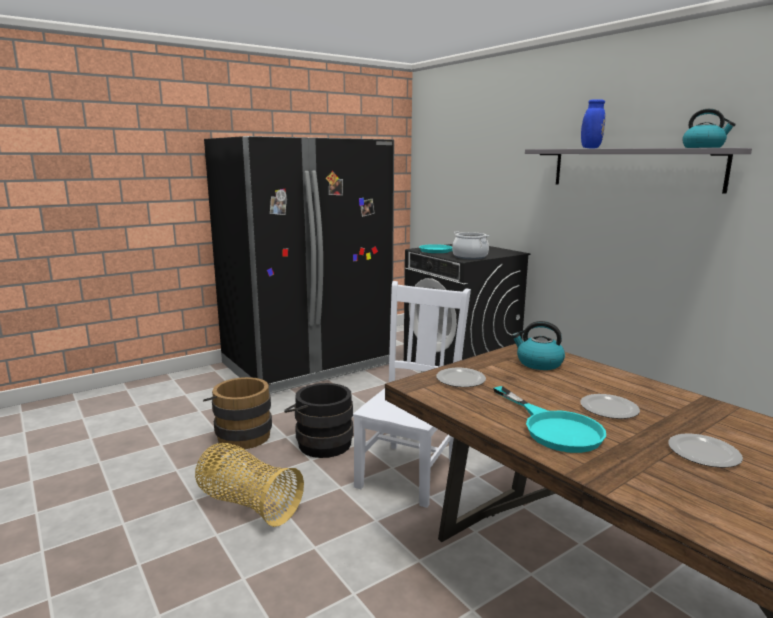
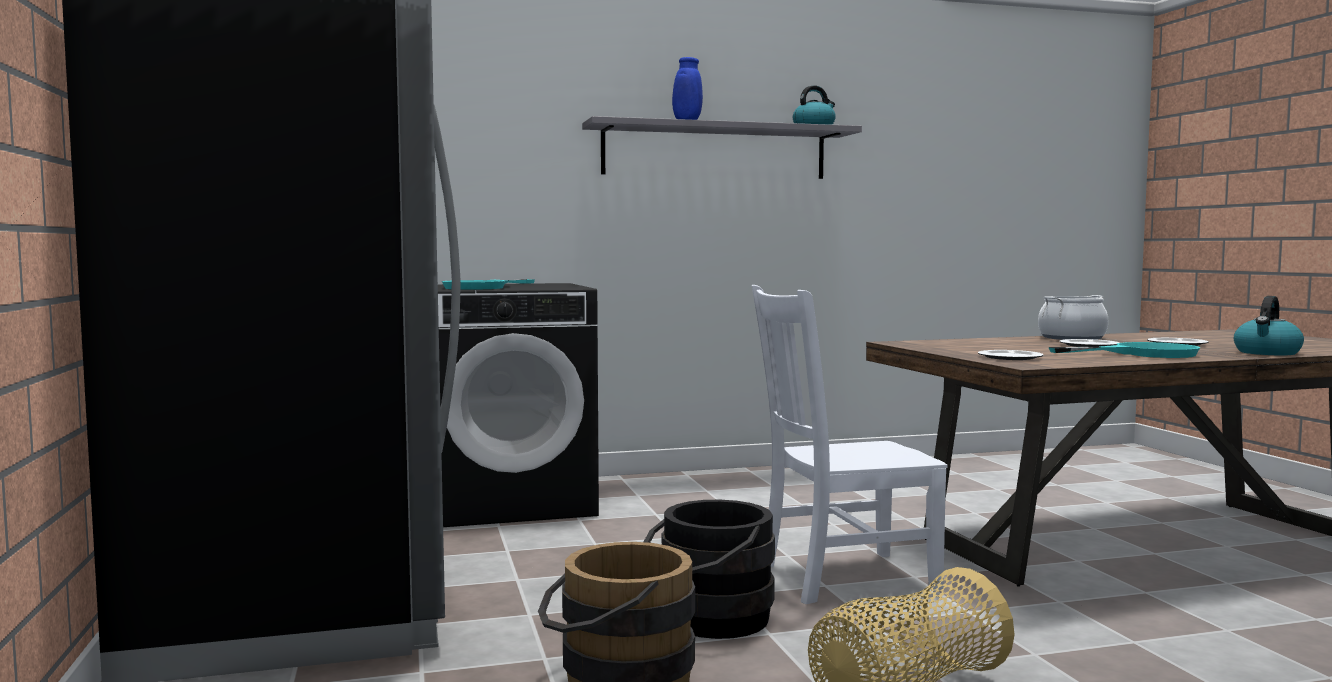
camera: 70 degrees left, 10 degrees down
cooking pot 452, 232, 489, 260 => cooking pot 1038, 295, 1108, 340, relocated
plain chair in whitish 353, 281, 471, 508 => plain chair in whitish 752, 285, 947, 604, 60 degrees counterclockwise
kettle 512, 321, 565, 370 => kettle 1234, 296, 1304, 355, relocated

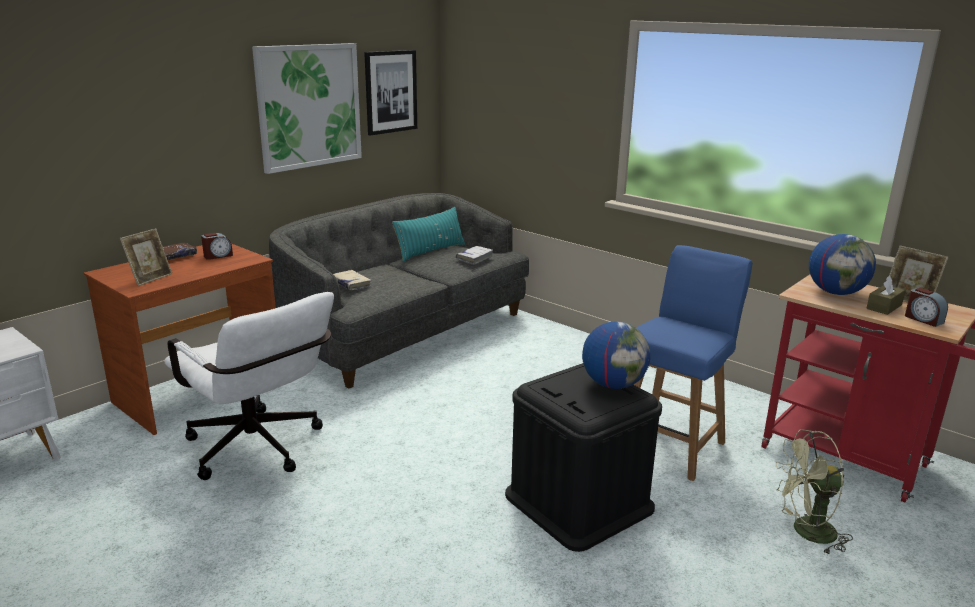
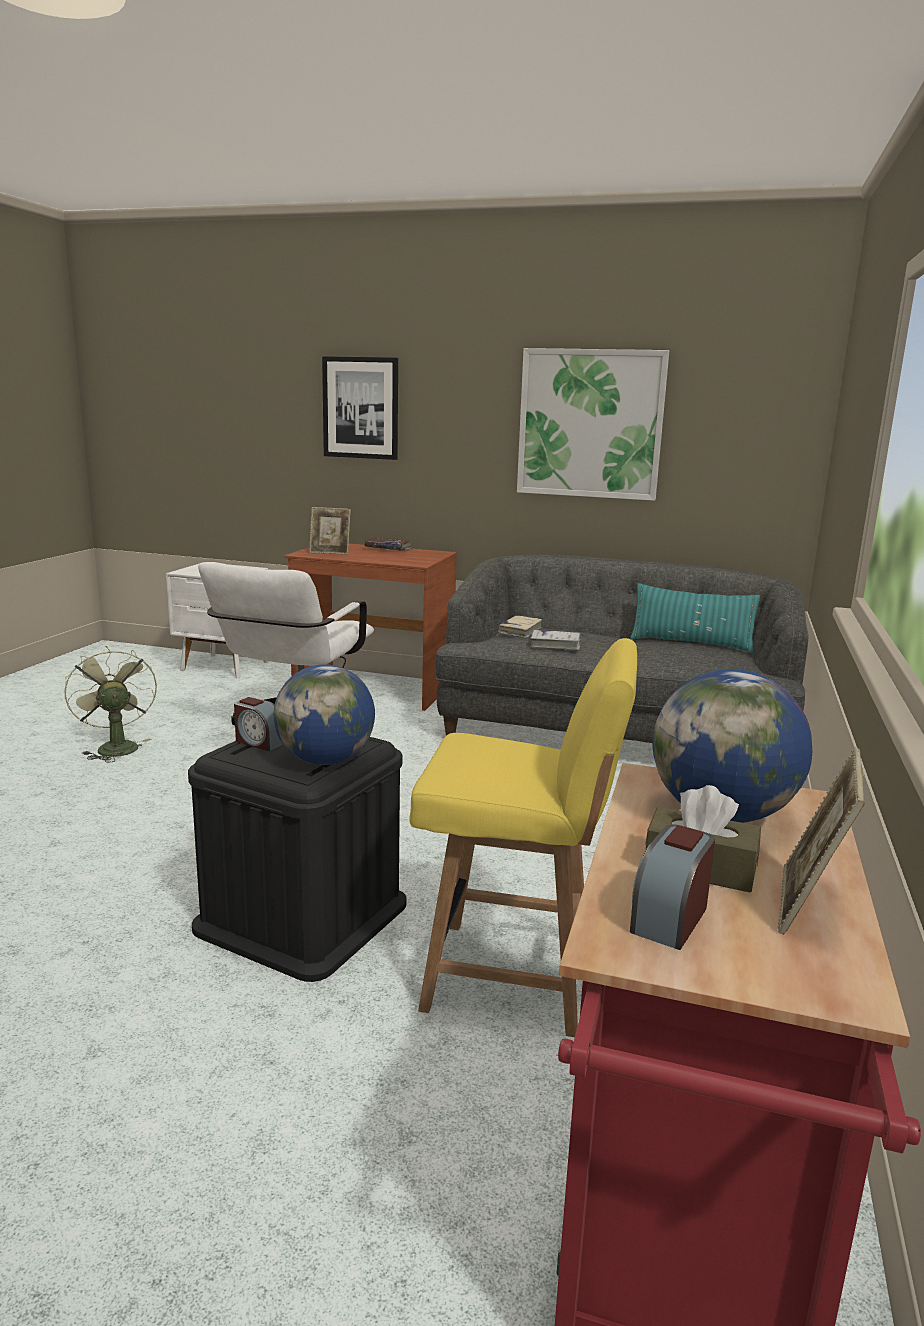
camera: 65 degrees right, 5 degrees down
wall art 364, 50, 417, 136 => wall art 322, 356, 398, 460, relocated
bedside clock 201, 233, 233, 260 => bedside clock 234, 697, 283, 751, relocated
plain chair in bluish 634, 245, 753, 481 => plain chair in yellow 409, 638, 637, 1037
volume in whitish 456, 246, 493, 265 => volume in whitish 530, 630, 581, 650, relocated
electric fan in green 775, 429, 853, 555 => electric fan in green 65, 646, 157, 762, relocated

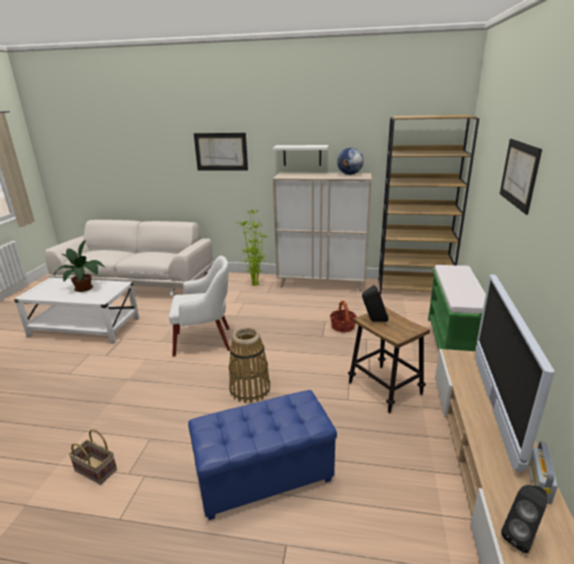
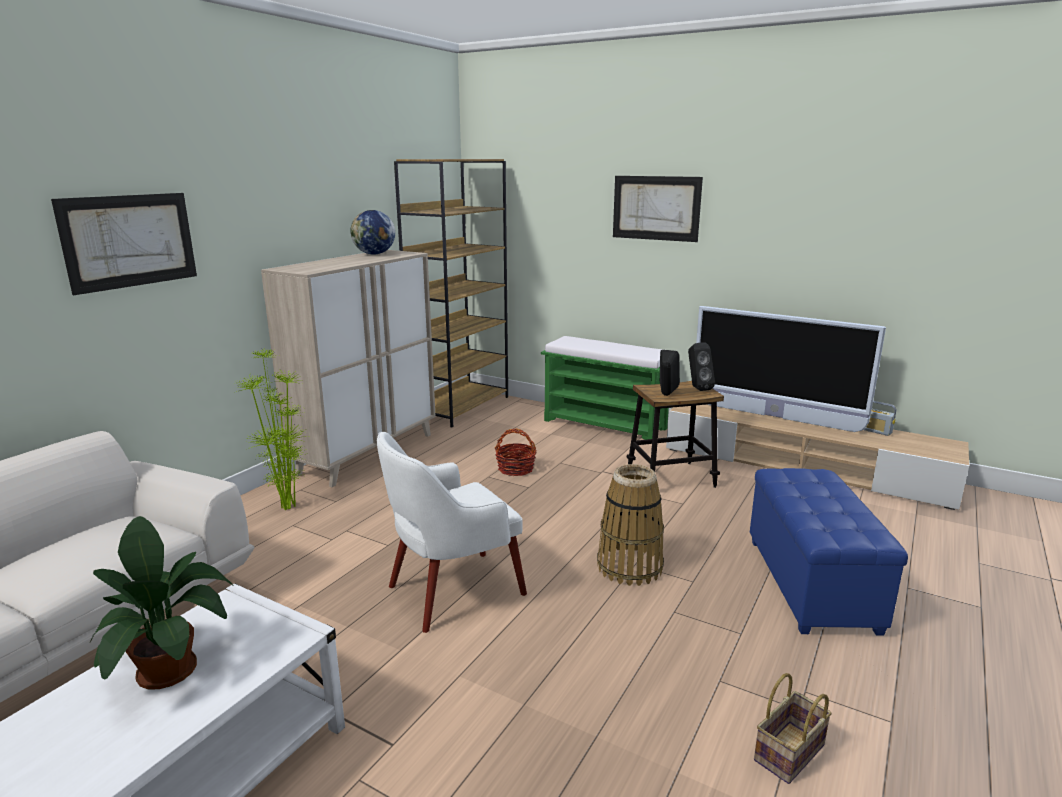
camera: 70 degrees left, 5 degrees down
wall shelf in whitish 273, 145, 329, 166 => nothing
armchair in whitish 169, 256, 230, 357 => armchair in whitish 377, 432, 527, 633, 135 degrees counterclockwise
audio speaker in black 501, 485, 547, 553 => audio speaker in black 688, 343, 715, 391, relocated

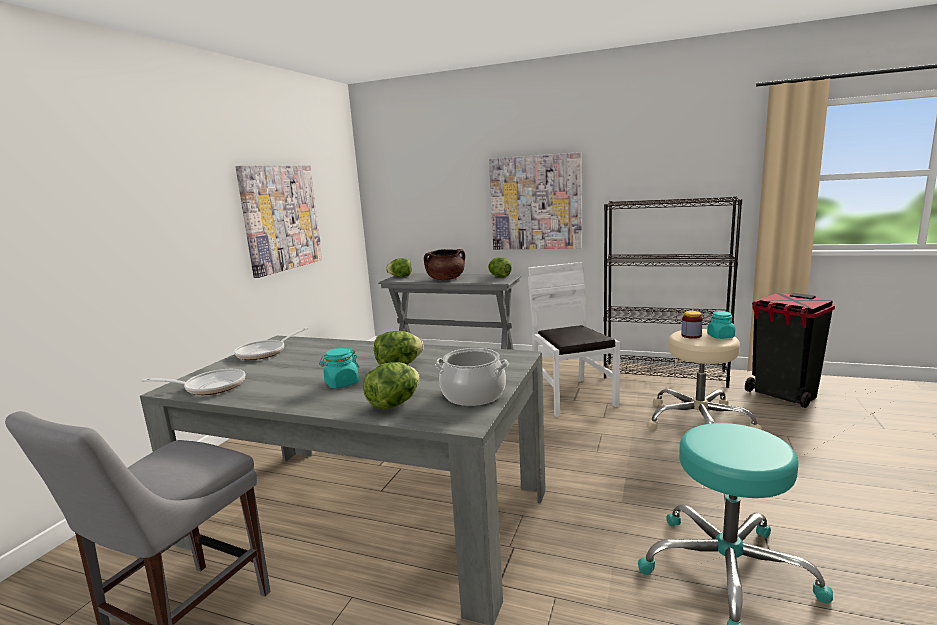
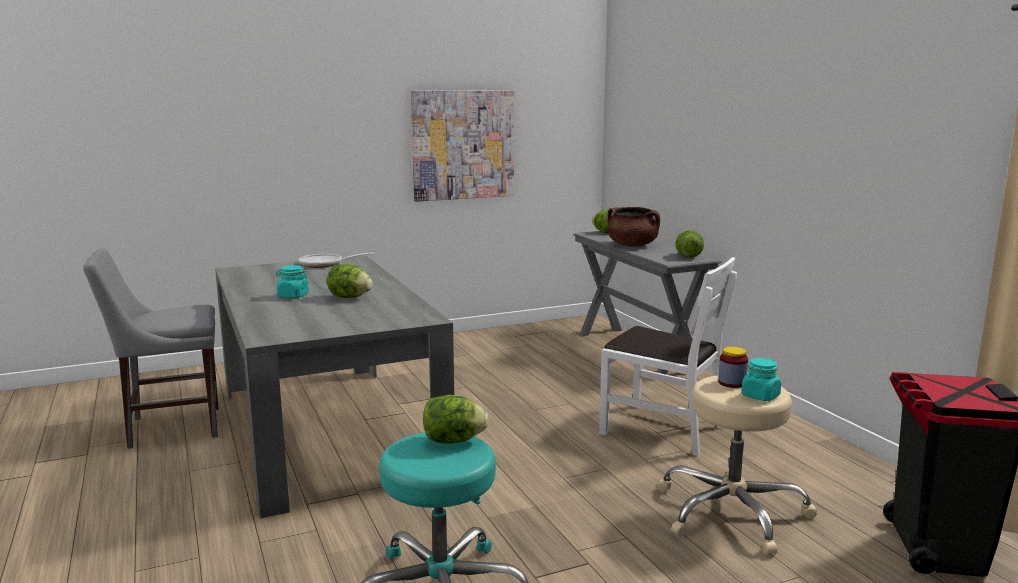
camera: 45 degrees right, 0 degrees up
wall art 489, 152, 582, 249 => nothing
shelving unit in black 604, 196, 742, 388 => nothing
plain chair in whitish 528, 262, 620, 417 => plain chair in whitish 599, 257, 737, 456, 90 degrees clockwise
cooking pot 435, 348, 509, 406 => nothing
head of lettuce 363, 362, 420, 409 => head of lettuce 423, 395, 489, 444, relocated
frying pan 142, 369, 245, 395 => nothing

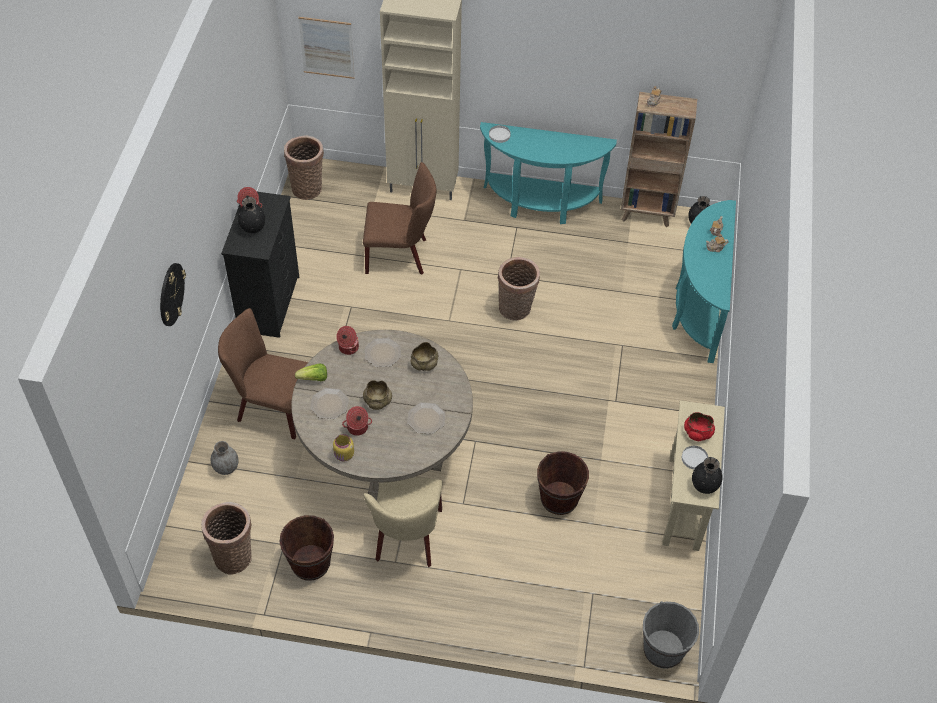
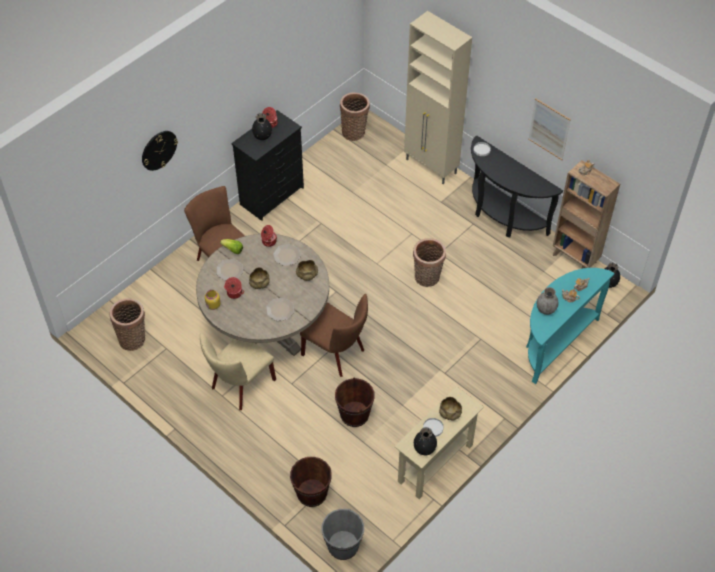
camera: 35 degrees right, 0 degrees up
wall art 298, 17, 355, 79 => wall art 528, 98, 571, 160, relocated
hall table in blue-green 480, 122, 617, 224 => hall table in black 471, 135, 563, 238
plain chair in brownish 363, 162, 436, 274 => plain chair in brownish 300, 294, 368, 377, relocated
bowl in red 684, 412, 715, 441 => bowl in beige 439, 397, 462, 421
vase in grey 211, 441, 239, 475 => vase in grey 537, 287, 558, 315, relocated
pail in brownish 280, 515, 334, 581 => pail in brownish 290, 457, 332, 507, relocated

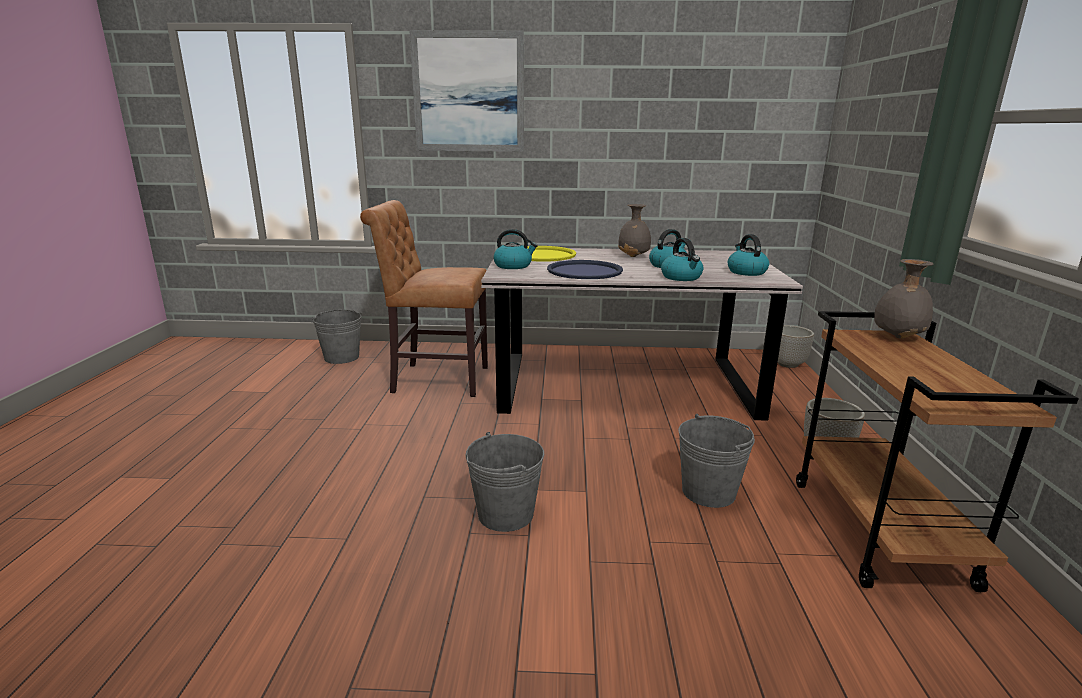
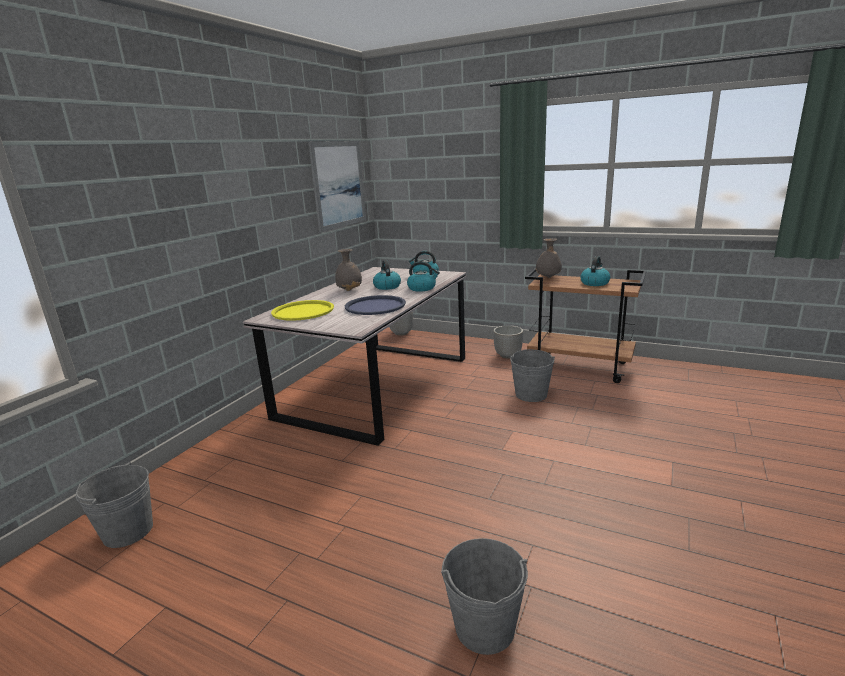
camera: 65 degrees left, 0 degrees up
wall art 409, 30, 524, 152 => wall art 308, 141, 366, 232, relocated
plain chair in brownish 360, 200, 488, 397 => nothing
kettle 493, 229, 538, 269 => kettle 580, 256, 610, 286, relocated
pail in grey 465, 432, 544, 532 => pail in grey 441, 538, 528, 655, relocated

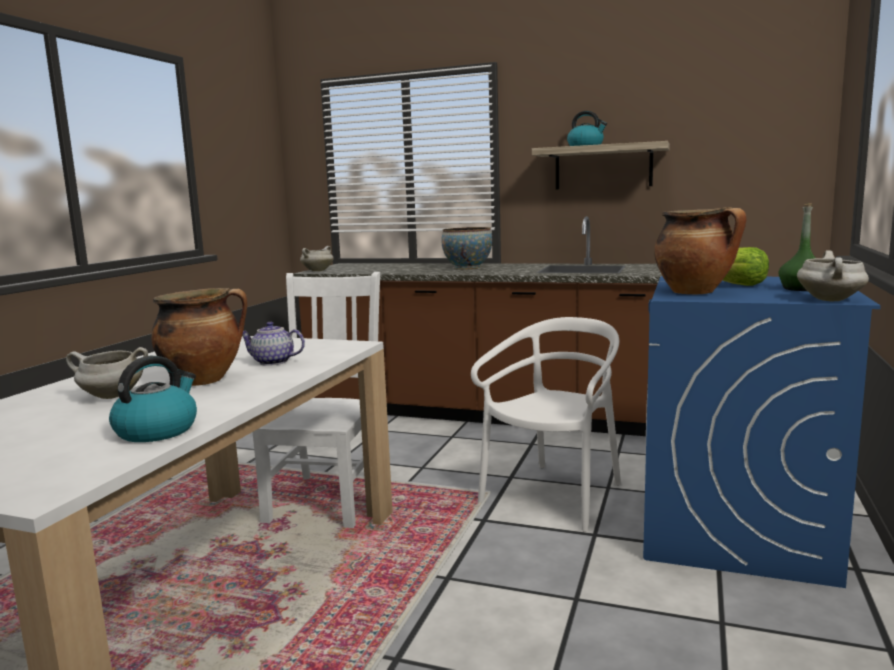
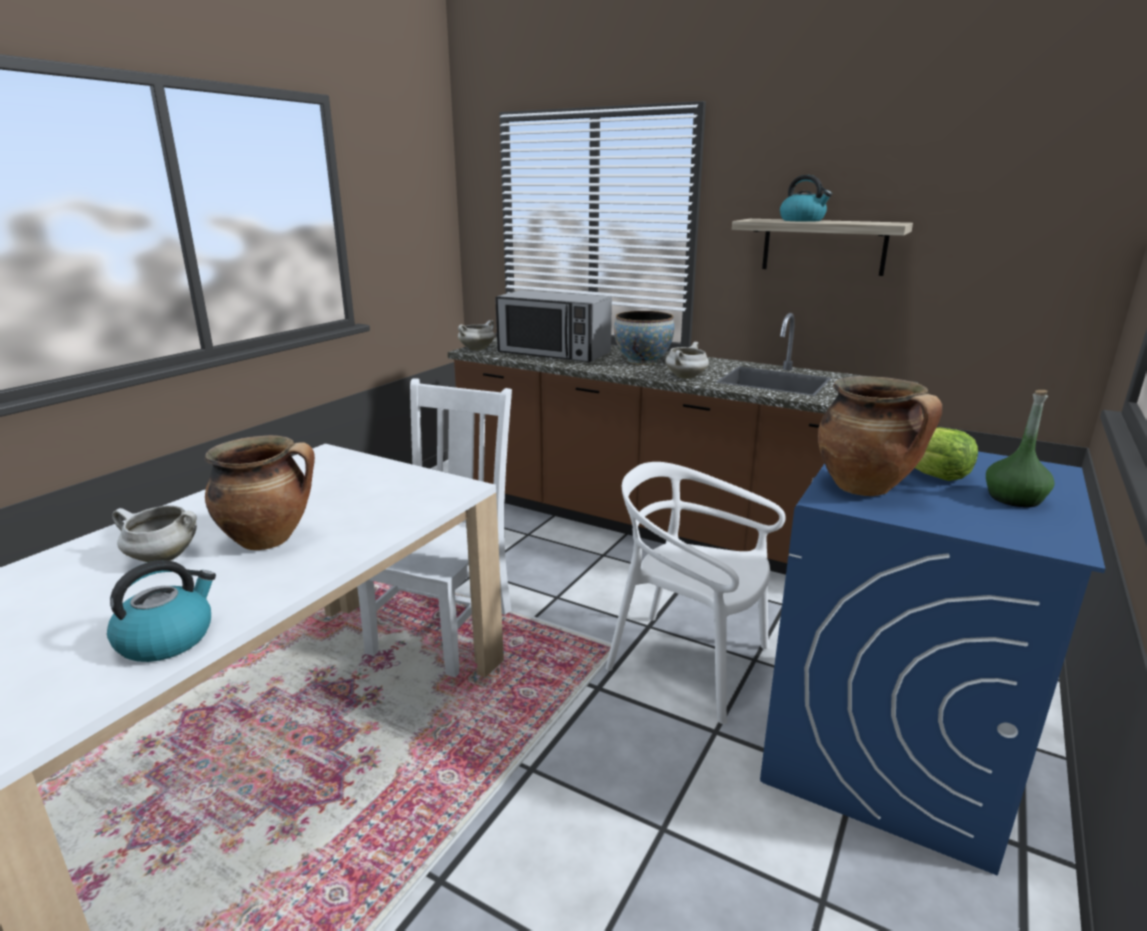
camera: 10 degrees right, 10 degrees up
cooking pot in whitish 797, 250, 869, 301 => cooking pot in whitish 665, 342, 709, 379, relocated
plain chair in whitish 471, 317, 621, 532 => plain chair in whitish 606, 462, 786, 724, 105 degrees counterclockwise
teapot 242, 322, 305, 366 => nothing
nothing => kitchen microwave 495, 290, 612, 362

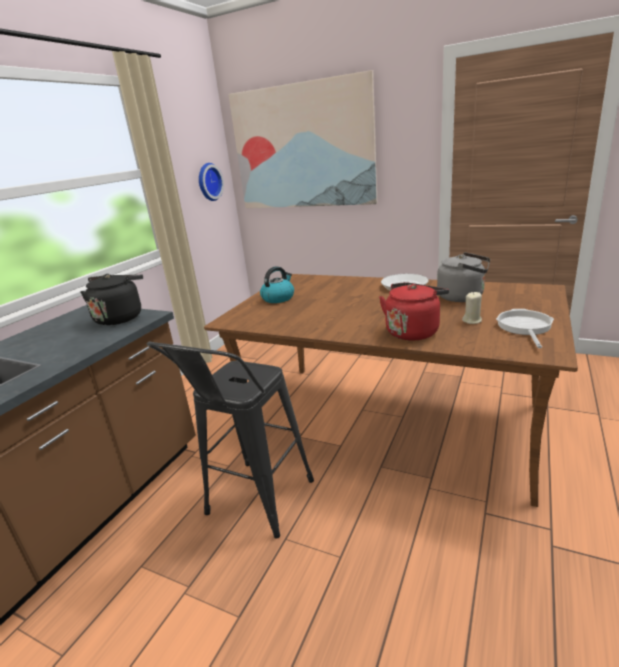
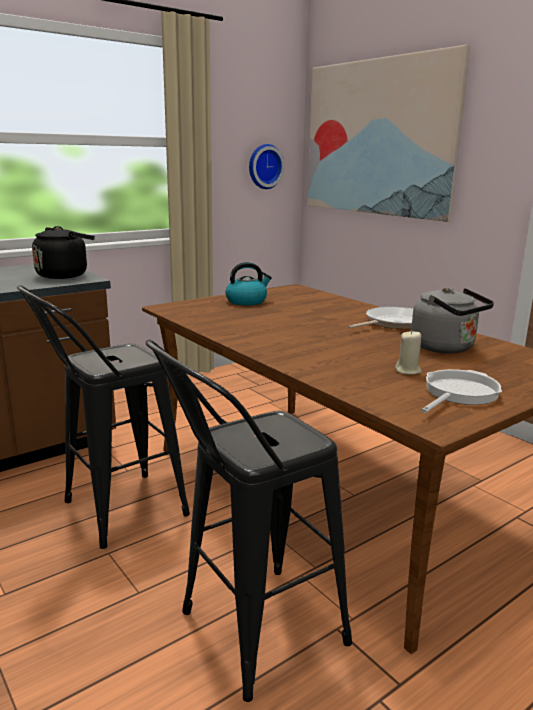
camera: 25 degrees right, 5 degrees down
kettle in red 379, 282, 449, 340 => nothing
nothing => stool in black 146, 339, 352, 702

